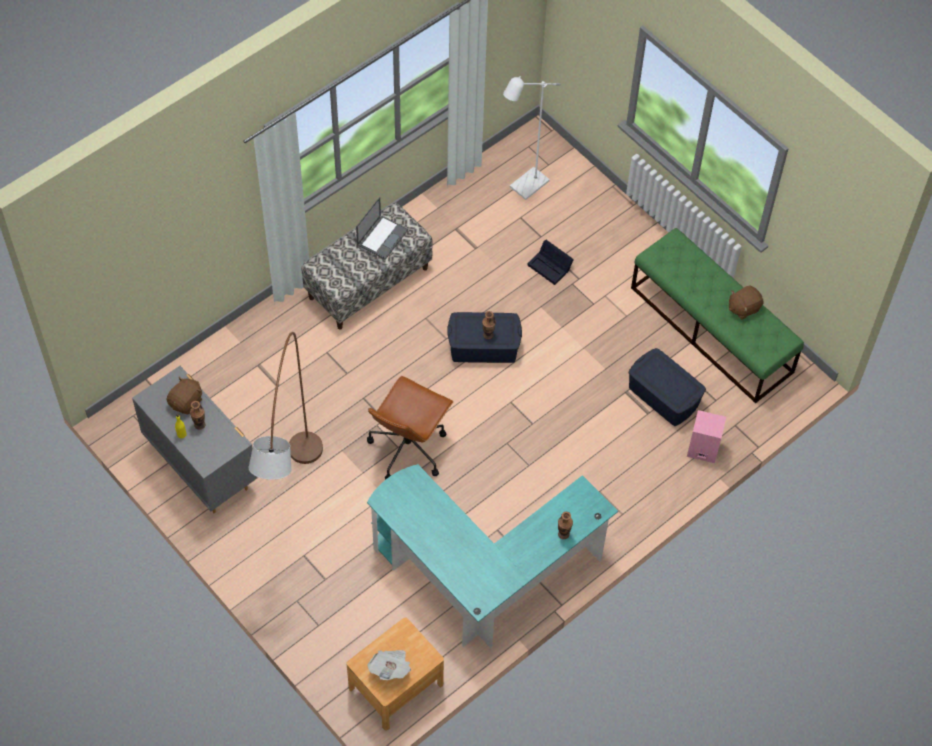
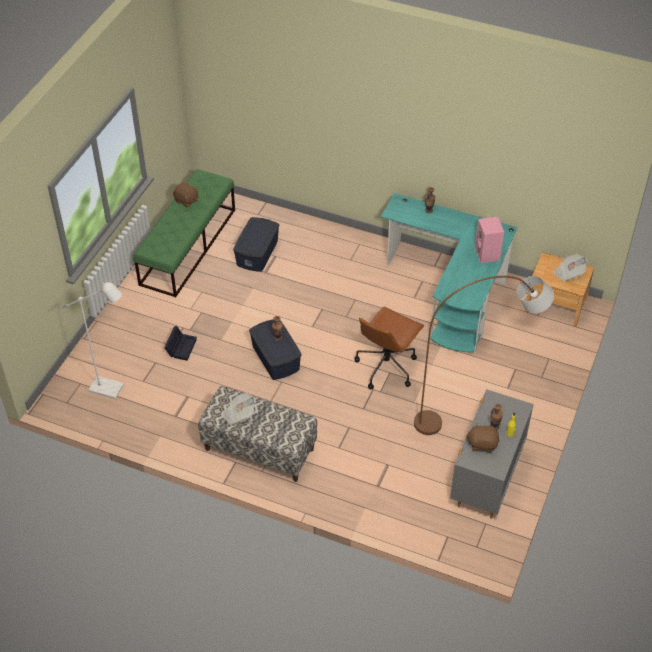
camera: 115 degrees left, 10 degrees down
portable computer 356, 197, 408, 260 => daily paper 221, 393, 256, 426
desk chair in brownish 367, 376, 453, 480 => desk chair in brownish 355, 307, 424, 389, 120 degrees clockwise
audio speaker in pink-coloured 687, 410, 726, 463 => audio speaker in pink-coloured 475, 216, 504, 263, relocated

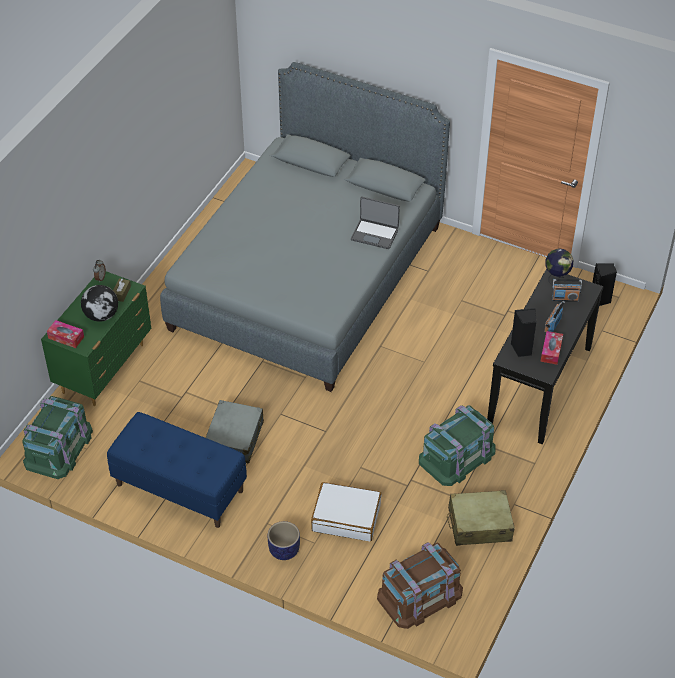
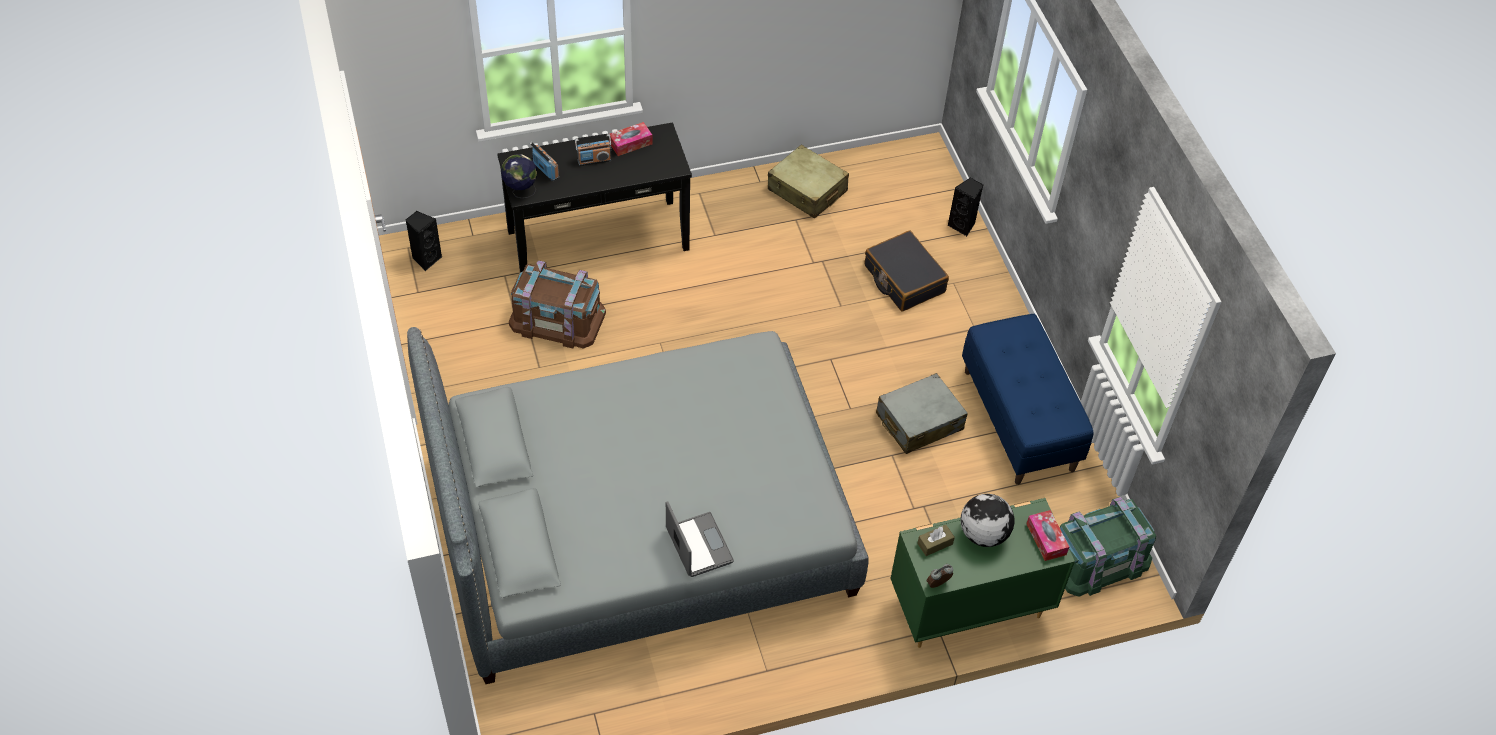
camera: 135 degrees left, 5 degrees up
portable computer 351, 197, 400, 249 => portable computer 666, 501, 734, 577, relocated
audio speaker in black 510, 308, 537, 357 => audio speaker in black 948, 177, 983, 236, relocated
storage box in green 419, 405, 496, 486 => nothing
suitcase in whitish 311, 482, 381, 541 => suitcase in black 865, 231, 949, 311
planter 268, 521, 300, 560 => nothing
storage box in brownish 377, 542, 463, 629 => storage box in brownish 509, 260, 606, 349, relocated

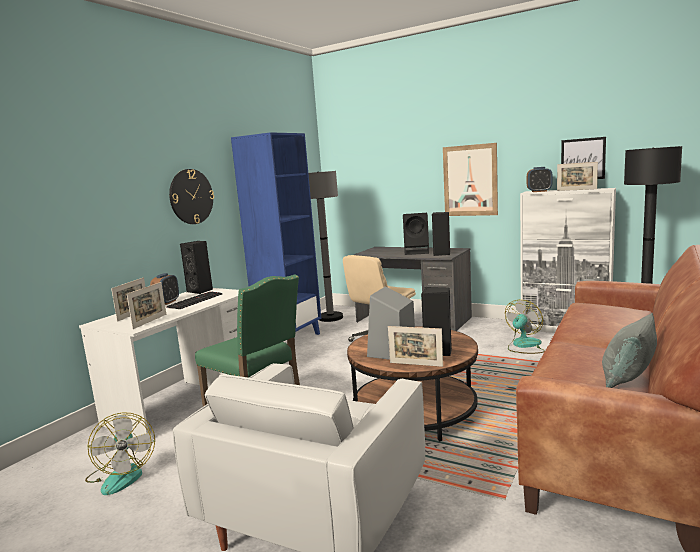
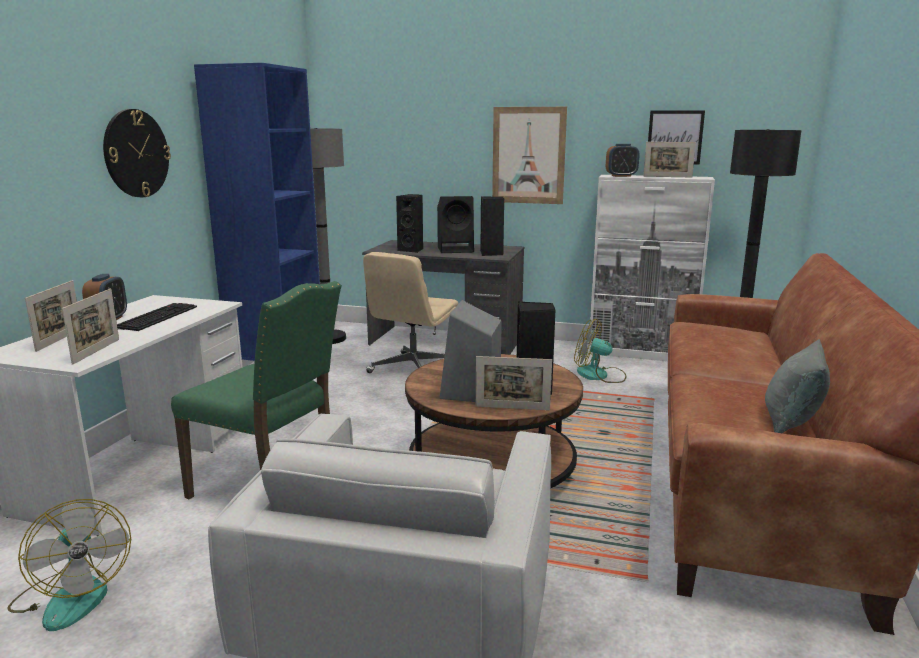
camera: 15 degrees left, 5 degrees up
audio speaker in black 180, 241, 213, 294 => audio speaker in black 396, 194, 423, 253, relocated
electric fan 505, 300, 545, 354 => electric fan 574, 319, 626, 383, 90 degrees counterclockwise

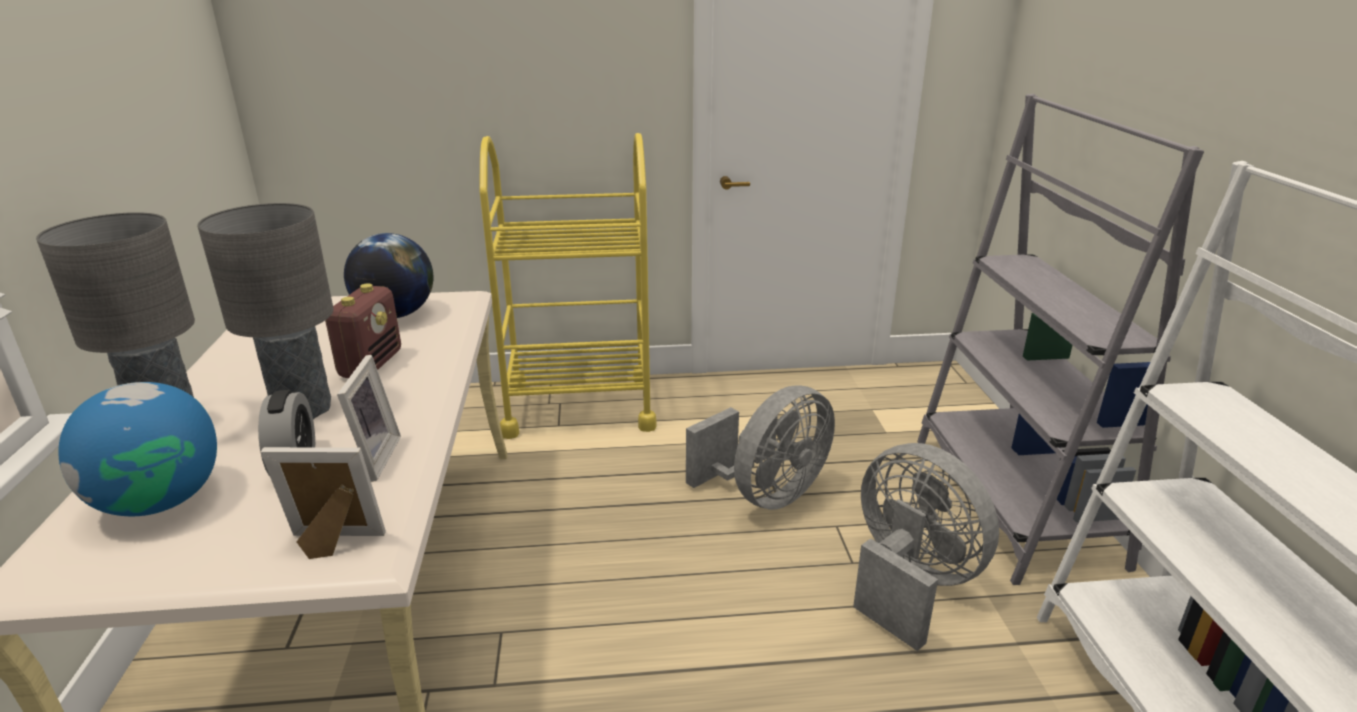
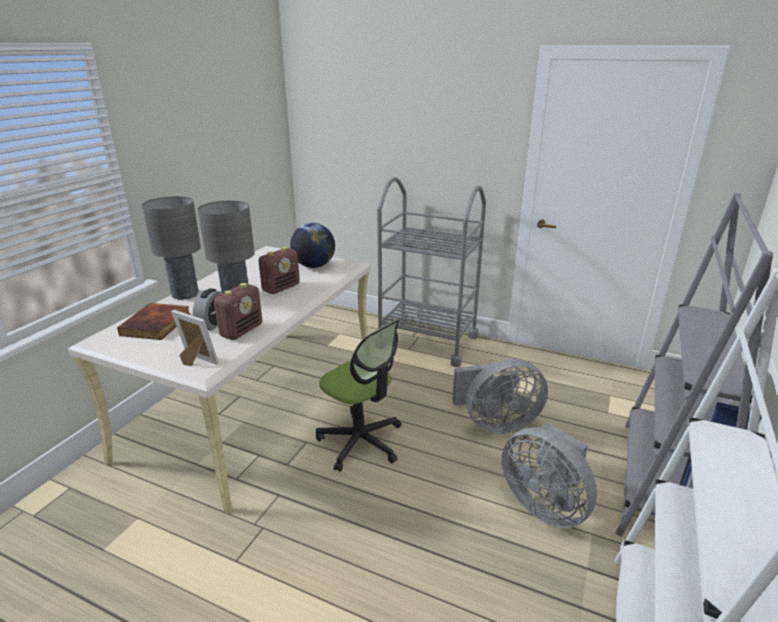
camera: 30 degrees right, 0 degrees up
trolley in yellow 479, 133, 656, 439 => trolley in grey 377, 177, 486, 367
standing frame 337, 355, 401, 482 => radio receiver 214, 283, 262, 340
world globe 58, 382, 217, 516 => volume 117, 303, 190, 340
electric fan in grey 853, 443, 999, 651 => electric fan in grey 502, 422, 597, 528, 150 degrees clockwise
nothing => desk chair 316, 319, 401, 472

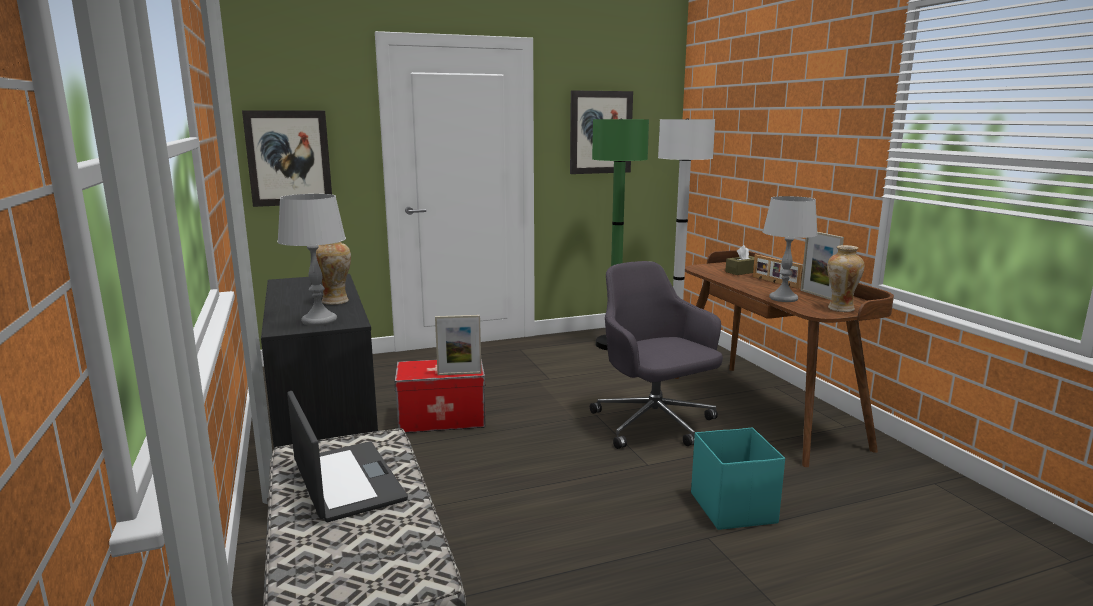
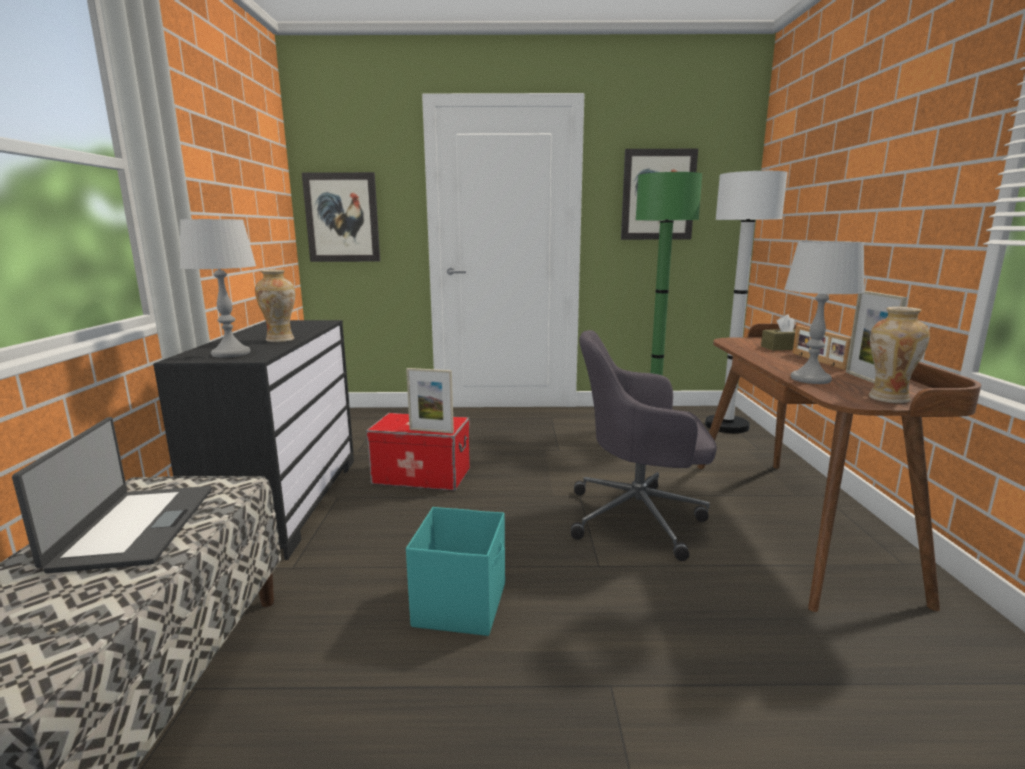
camera: 20 degrees right, 0 degrees up
desk chair in grey 590, 261, 723, 449 => desk chair in grey 571, 330, 717, 561, 75 degrees counterclockwise
storage box in blue-green 691, 428, 785, 530 => storage box in blue-green 406, 507, 505, 636, relocated

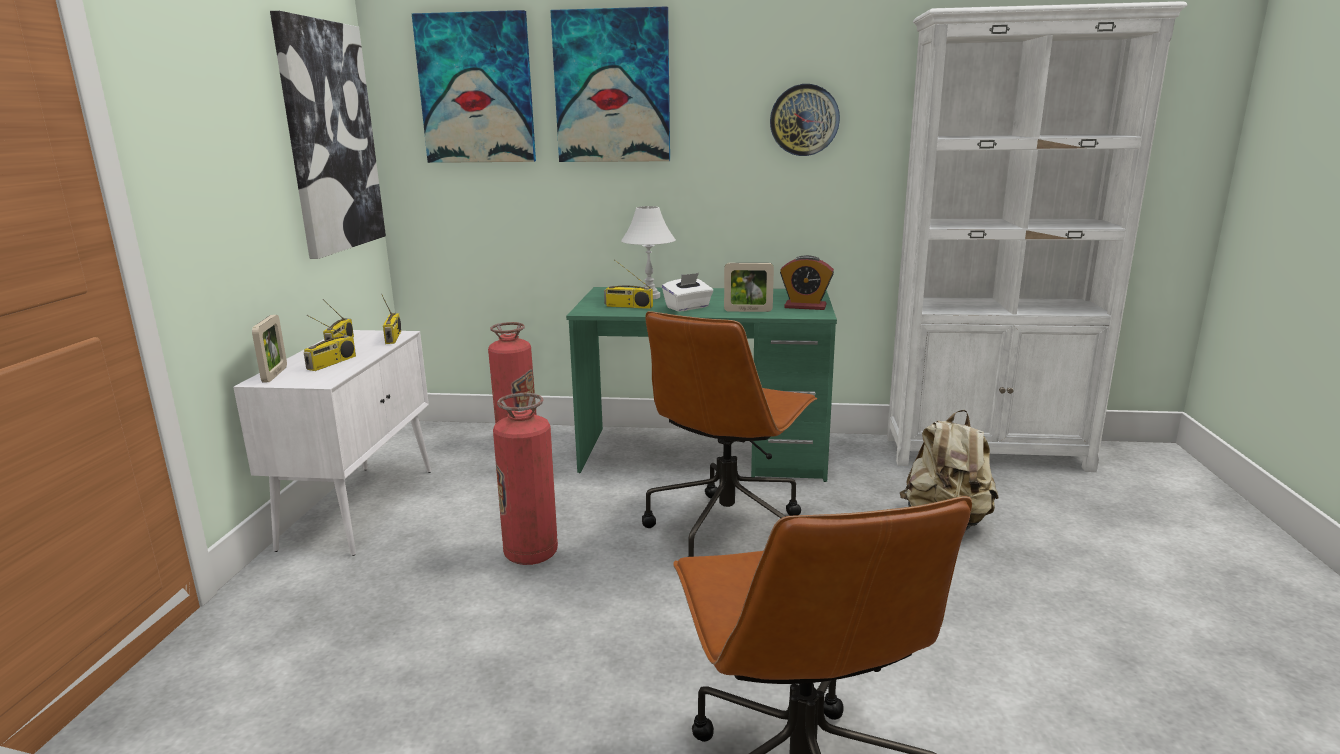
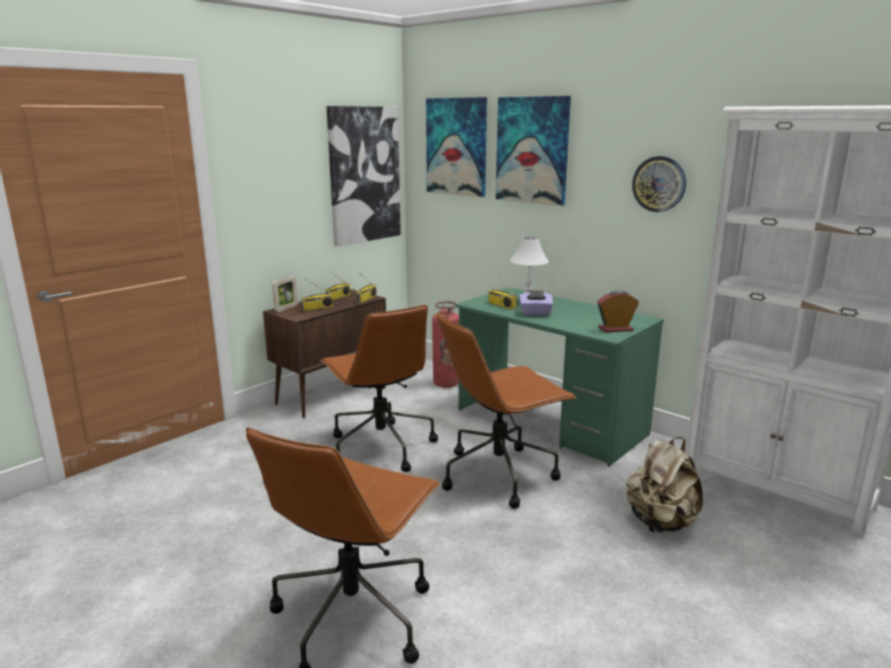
camera: 35 degrees right, 0 degrees up
bedside clock 780, 255, 834, 310 => bedside clock 597, 290, 639, 333, 120 degrees clockwise
standing frame 724, 263, 774, 312 => nothing
box of tissues in whitish 662, 273, 713, 312 => box of tissues in purplish 519, 290, 553, 316
storage cabinet in whitish 233, 330, 431, 556 => storage cabinet in brownish 263, 289, 386, 418
fire-fighting cylinder 493, 393, 558, 565 => desk chair in brownish 320, 305, 438, 472

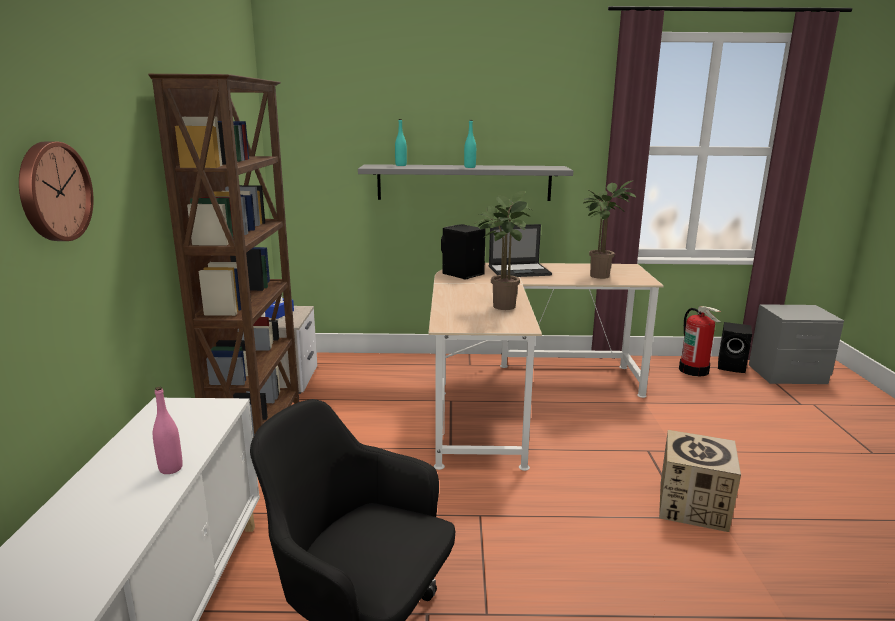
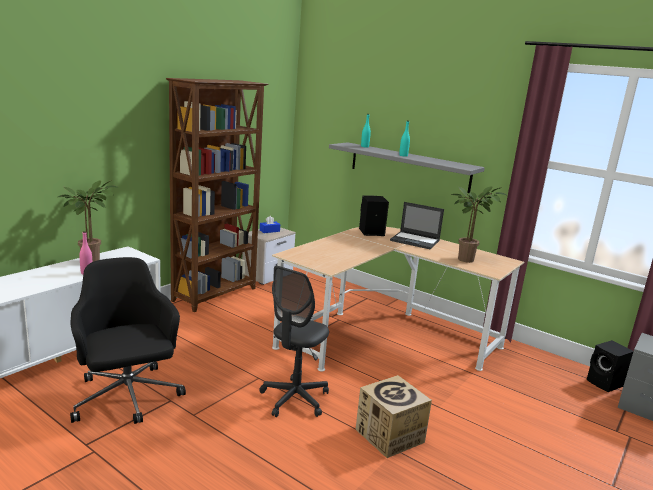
camera: 35 degrees right, 0 degrees up
hanging clock 19, 141, 94, 241 => nothing
plant in a pot 474, 191, 532, 310 => plant in a pot 58, 180, 117, 262, relocated
fire-fighting cylinder 679, 306, 721, 376 => nothing
nothing => desk chair in grey 259, 265, 329, 417

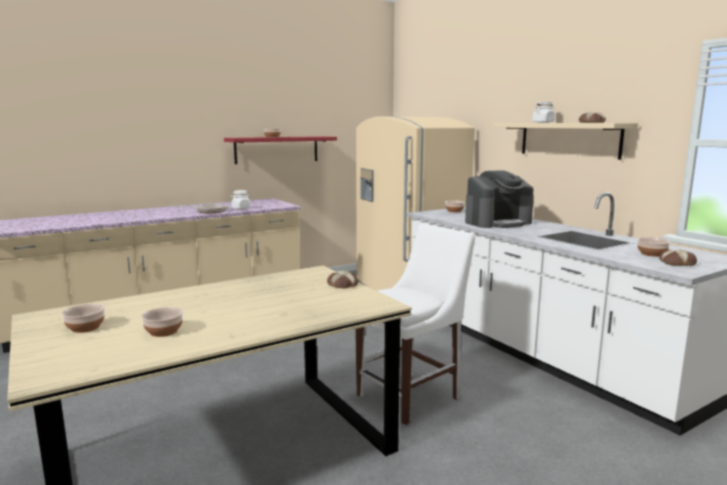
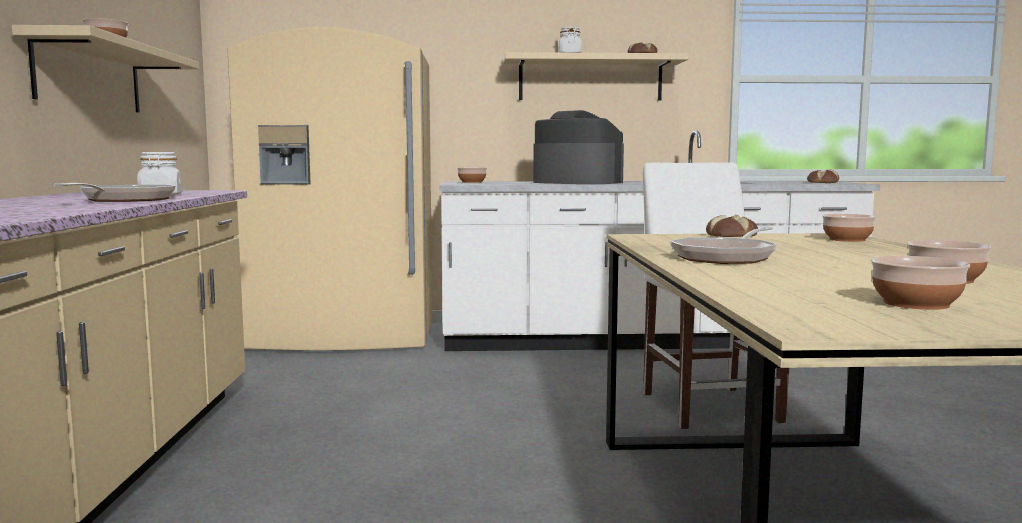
camera: 60 degrees left, 5 degrees down
wall shelf in red 224, 136, 337, 164 => wall shelf in beige 12, 25, 199, 113
coffee machine 465, 170, 534, 228 => coffee machine 533, 110, 624, 184, 60 degrees counterclockwise
bowl 637, 237, 670, 257 => bowl 822, 214, 876, 242, relocated
nothing => frying pan 670, 227, 777, 264

